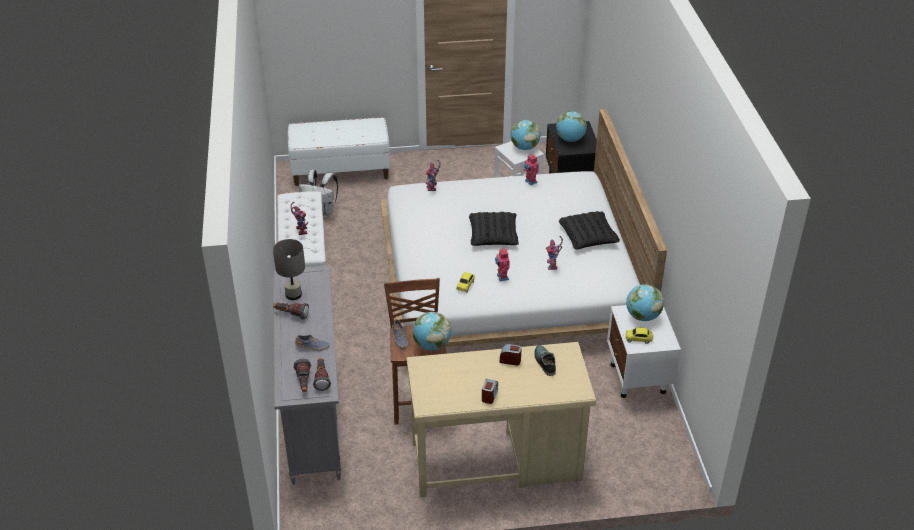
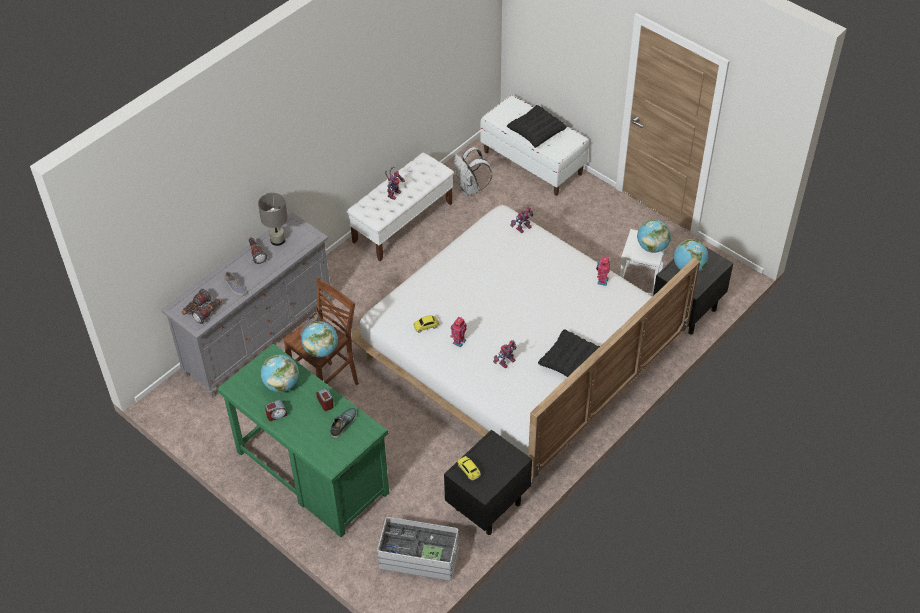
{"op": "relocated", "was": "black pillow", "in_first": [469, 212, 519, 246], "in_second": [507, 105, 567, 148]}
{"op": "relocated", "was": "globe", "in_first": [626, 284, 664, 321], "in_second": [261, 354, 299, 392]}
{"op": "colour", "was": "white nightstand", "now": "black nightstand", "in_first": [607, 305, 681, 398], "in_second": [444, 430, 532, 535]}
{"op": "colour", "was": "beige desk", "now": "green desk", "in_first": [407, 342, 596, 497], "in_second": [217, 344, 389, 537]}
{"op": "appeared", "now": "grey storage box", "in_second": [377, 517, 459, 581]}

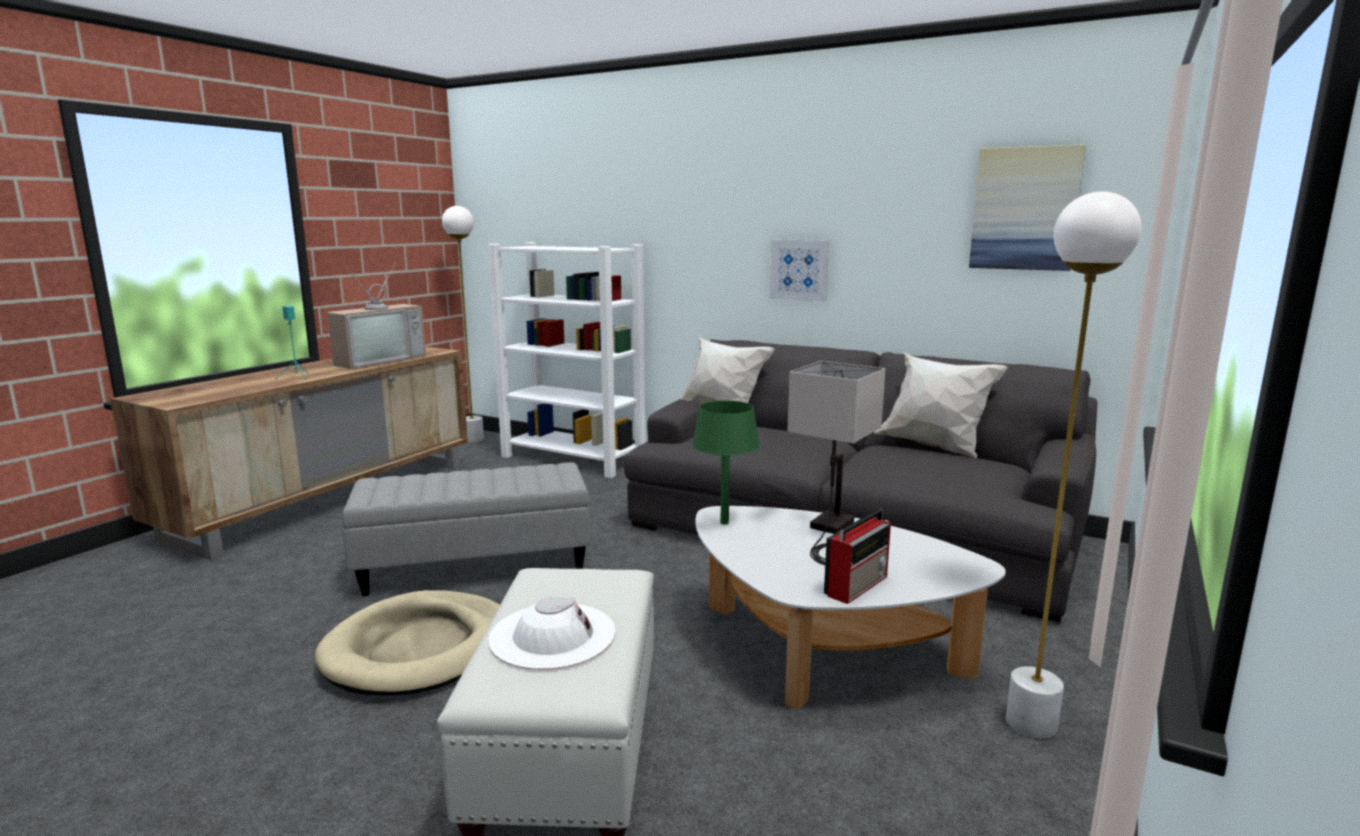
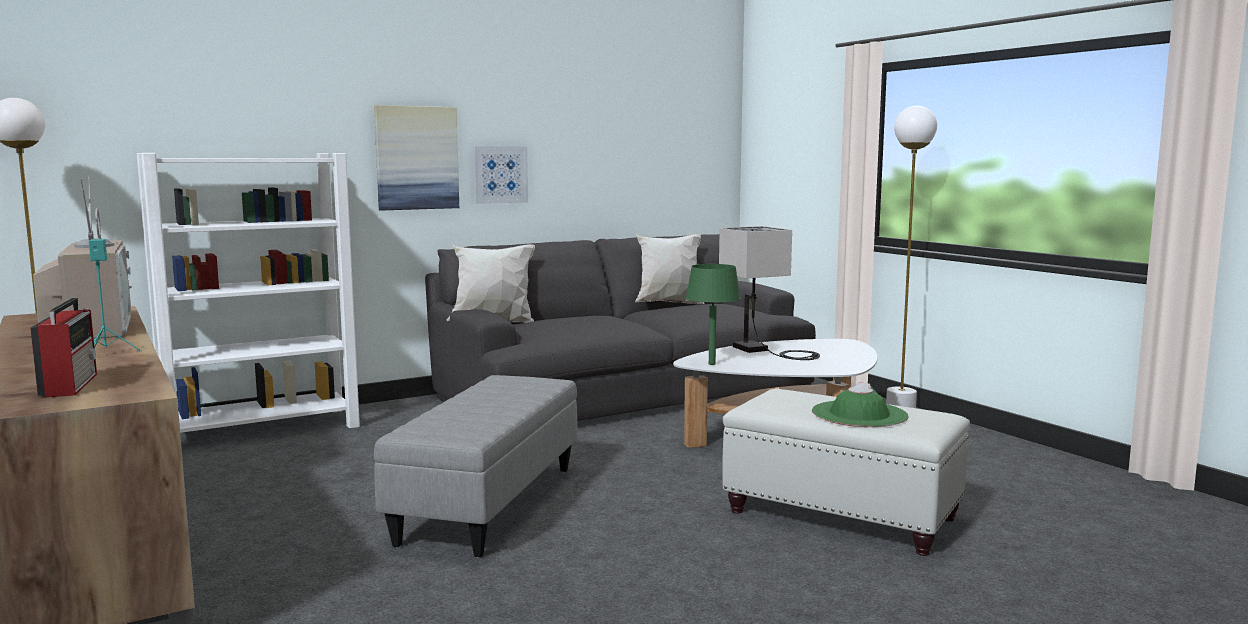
{"op": "relocated", "was": "picture", "in_first": [969, 144, 1086, 271], "in_second": [374, 105, 459, 211]}
{"op": "relocated", "was": "radio", "in_first": [824, 509, 891, 604], "in_second": [30, 298, 97, 397]}
{"op": "missing", "was": "beige dog bed", "in_first": [315, 590, 500, 696]}
{"op": "colour", "was": "white hat", "now": "green hat", "in_first": [488, 597, 616, 670], "in_second": [812, 383, 909, 427]}

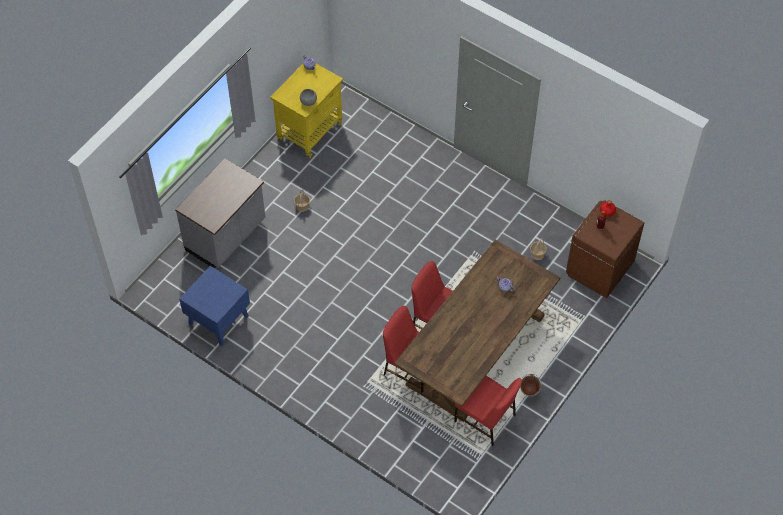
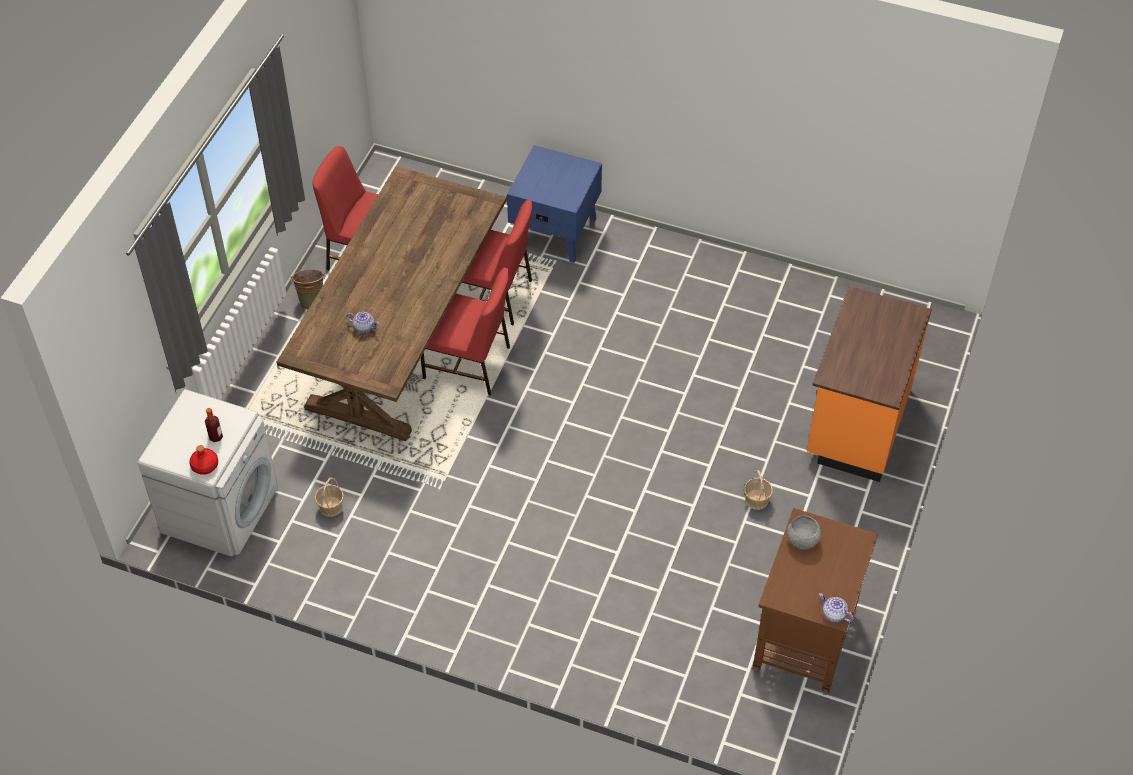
{"op": "colour", "was": "yellow cart", "now": "brown cart", "in_first": [270, 64, 343, 158], "in_second": [752, 508, 878, 695]}
{"op": "colour", "was": "grey counter", "now": "orange counter", "in_first": [175, 158, 265, 268], "in_second": [807, 286, 932, 482]}
{"op": "colour", "was": "brown washing machine", "now": "white washing machine", "in_first": [566, 200, 645, 298], "in_second": [138, 389, 278, 556]}
{"op": "relocated", "was": "blue nightstand", "in_first": [179, 266, 250, 346], "in_second": [507, 145, 602, 263]}

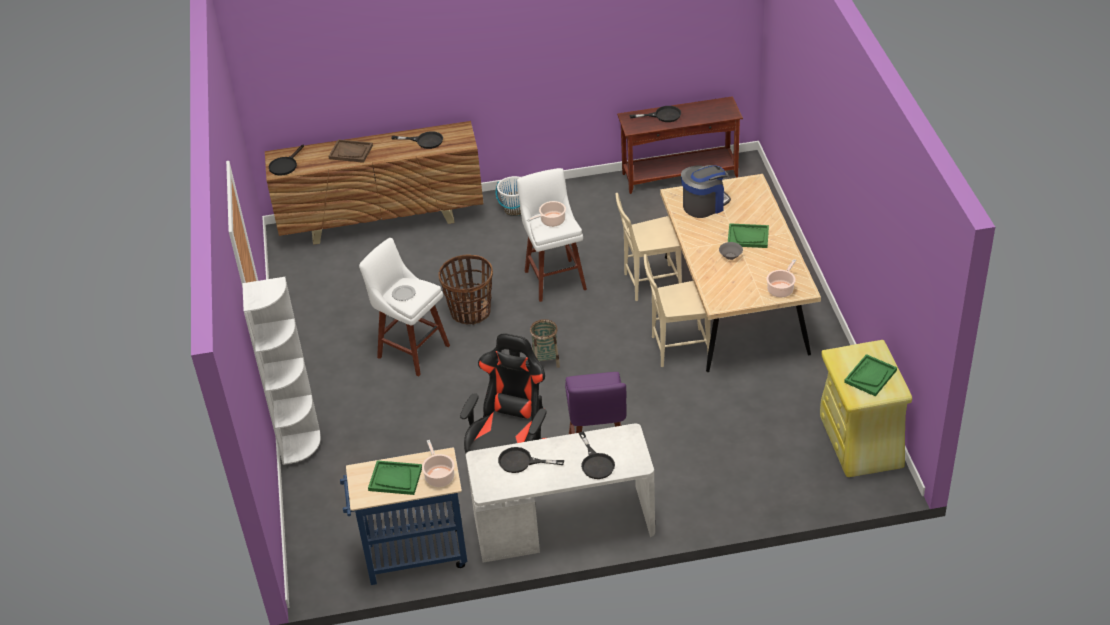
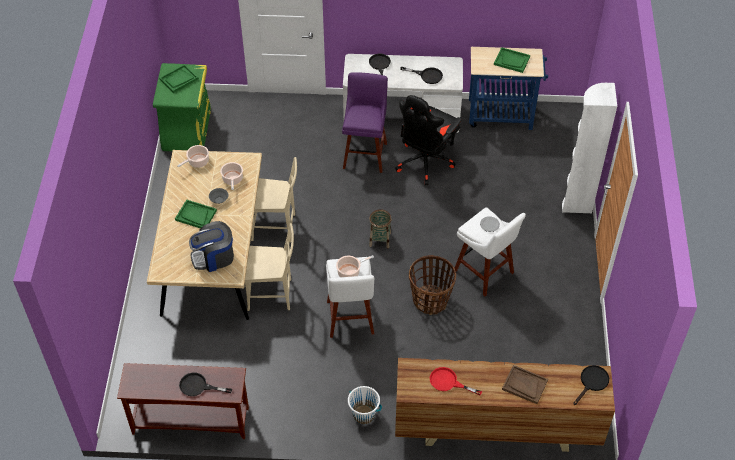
{"op": "colour", "was": "black frying pan", "now": "red frying pan", "in_first": [391, 131, 443, 149], "in_second": [430, 367, 482, 395]}
{"op": "colour", "was": "yellow nightstand", "now": "green nightstand", "in_first": [820, 340, 912, 477], "in_second": [153, 63, 211, 151]}
{"op": "relocated", "was": "cooking pot", "in_first": [422, 440, 455, 487], "in_second": [220, 162, 243, 190]}

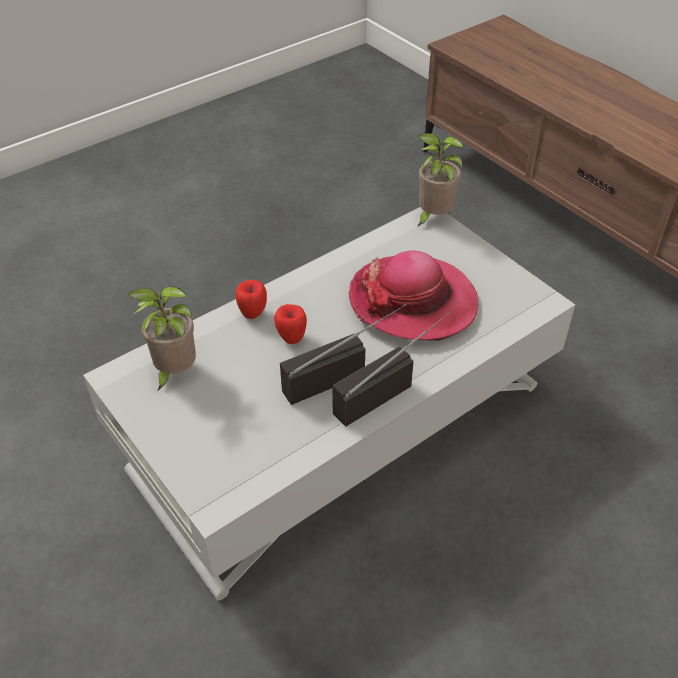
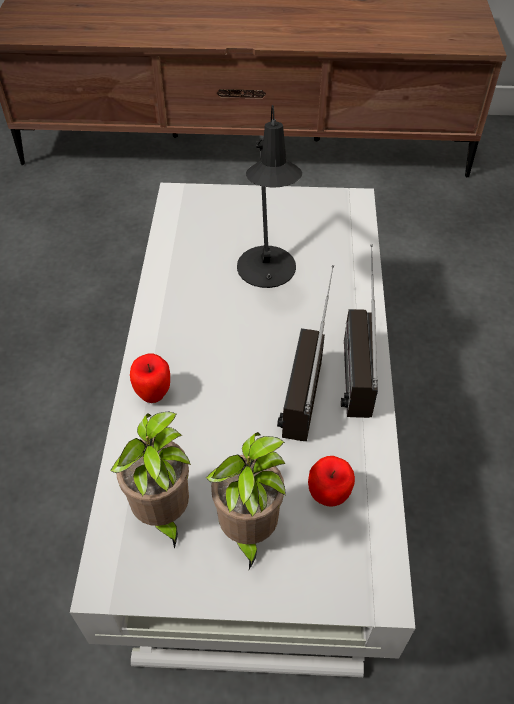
{"op": "relocated", "was": "potted plant", "in_first": [417, 133, 463, 227], "in_second": [206, 432, 286, 570]}
{"op": "exchanged", "was": "hat", "now": "black table lamp", "in_first": [349, 251, 478, 341], "in_second": [237, 105, 302, 288]}
{"op": "relocated", "was": "apple", "in_first": [274, 304, 307, 344], "in_second": [308, 456, 355, 507]}

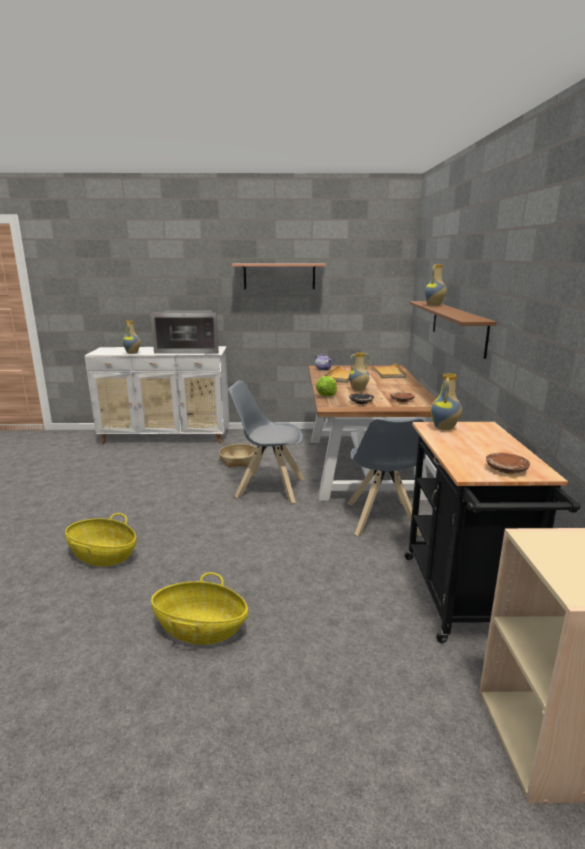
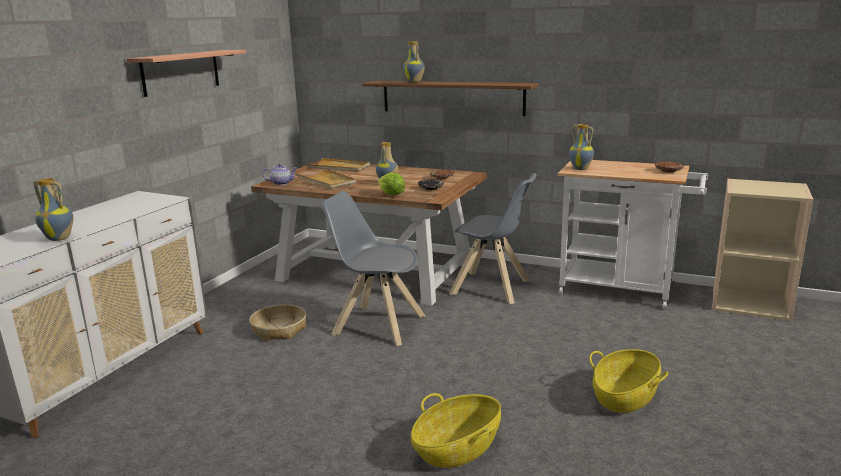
{"op": "missing", "was": "microwave", "in_first": [150, 310, 219, 354]}
{"op": "spun", "was": "grey chair", "in_first": [228, 380, 305, 503], "in_second": [321, 191, 425, 346], "clockwise": 75}
{"op": "colour", "was": "black cart", "now": "white cart", "in_first": [405, 422, 580, 643], "in_second": [558, 160, 708, 309]}

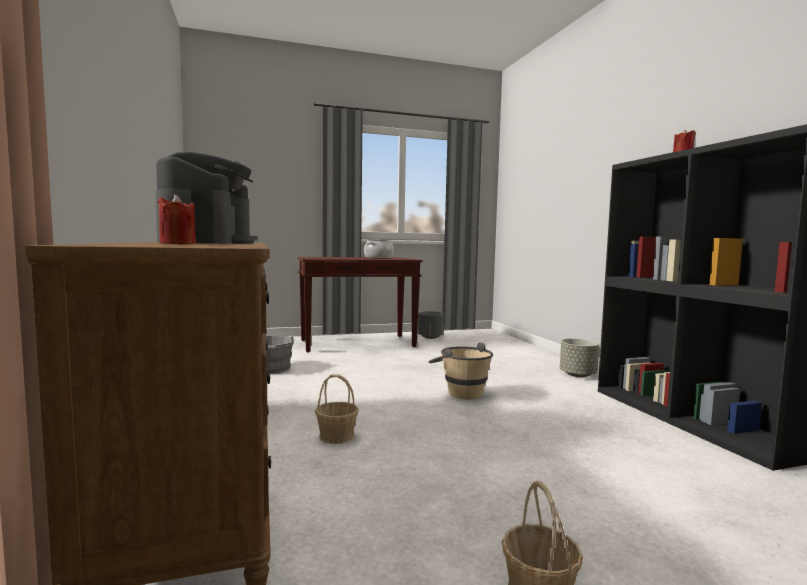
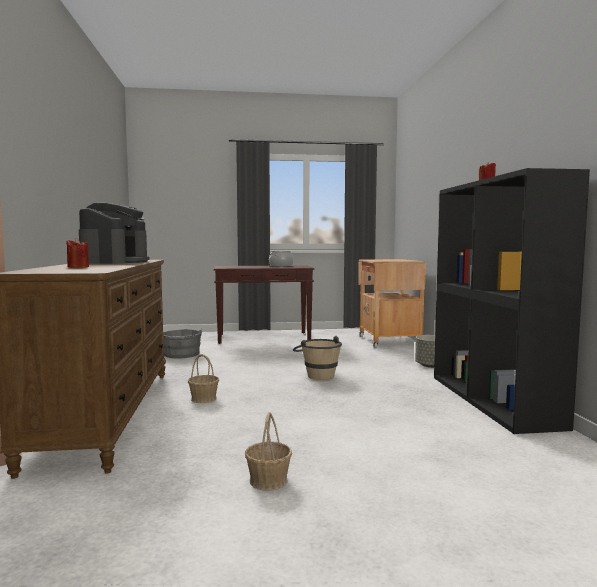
{"op": "missing", "was": "grey planter", "in_first": [418, 311, 444, 339]}
{"op": "appeared", "now": "brown cart", "in_second": [358, 259, 426, 348]}

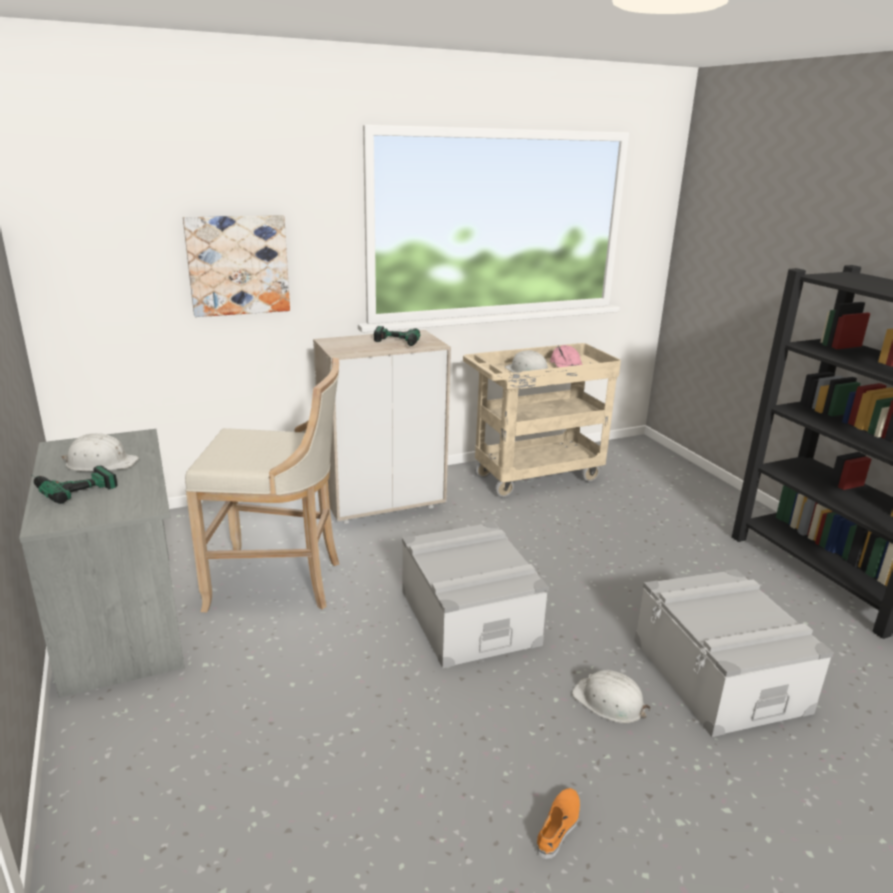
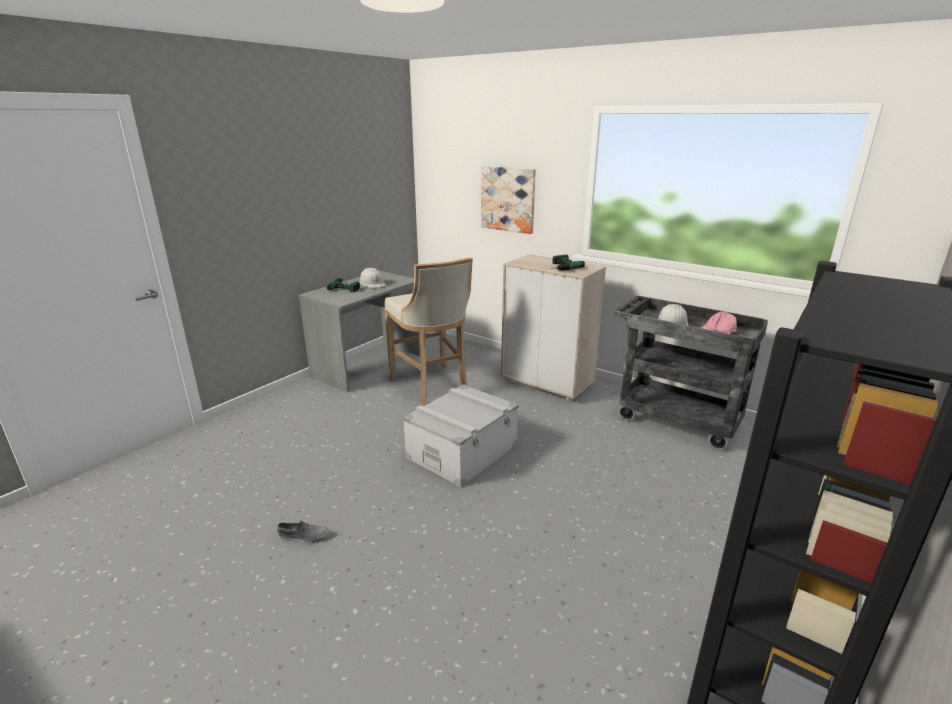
{"op": "colour", "was": "beige cart", "now": "black cart", "in_first": [463, 343, 621, 497], "in_second": [614, 296, 768, 450]}
{"op": "missing", "was": "grey storage box", "in_first": [634, 569, 834, 737]}
{"op": "missing", "was": "white hard hat", "in_first": [572, 670, 651, 723]}
{"op": "colour", "was": "orange shoe", "now": "grey shoe", "in_first": [536, 788, 580, 859], "in_second": [277, 520, 331, 544]}

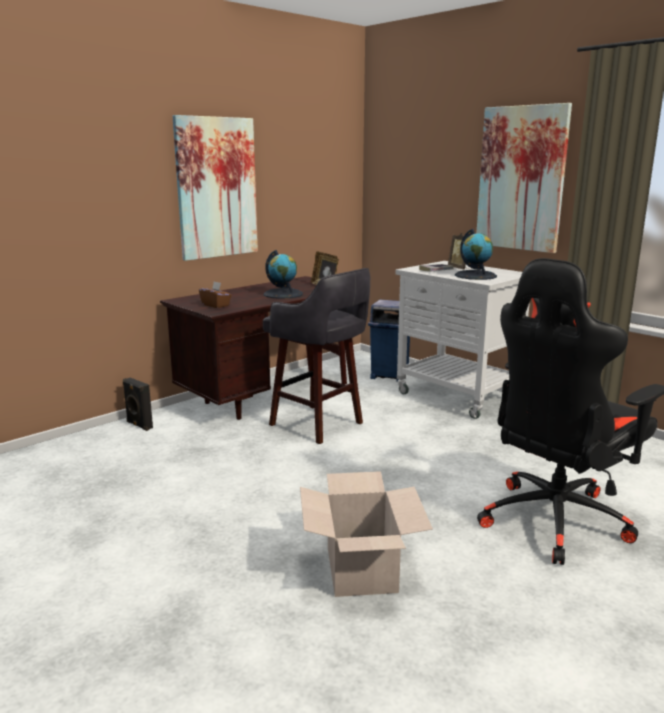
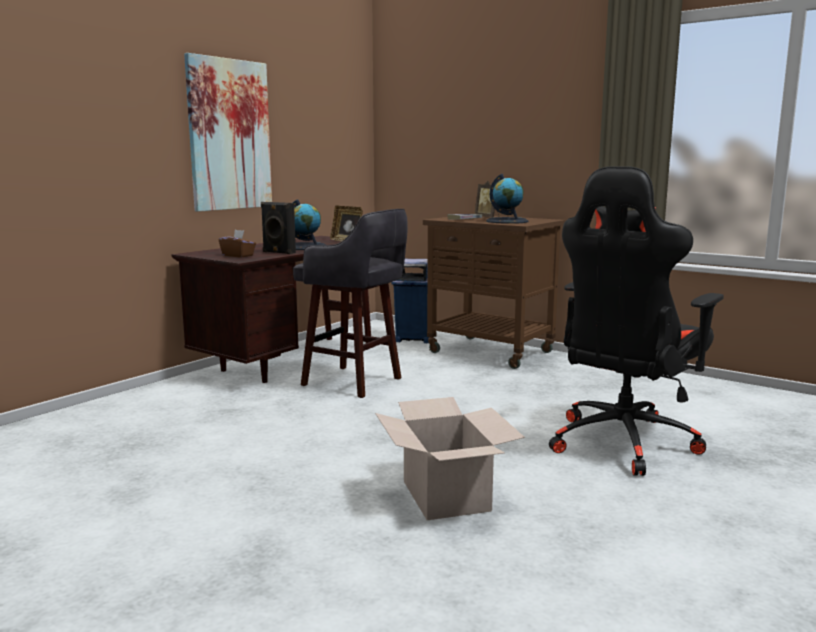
{"op": "missing", "was": "picture", "in_first": [477, 103, 572, 253]}
{"op": "colour", "was": "white cart", "now": "brown cart", "in_first": [395, 261, 530, 419], "in_second": [423, 216, 565, 369]}
{"op": "relocated", "was": "black speaker", "in_first": [123, 378, 153, 431], "in_second": [261, 202, 296, 254]}

